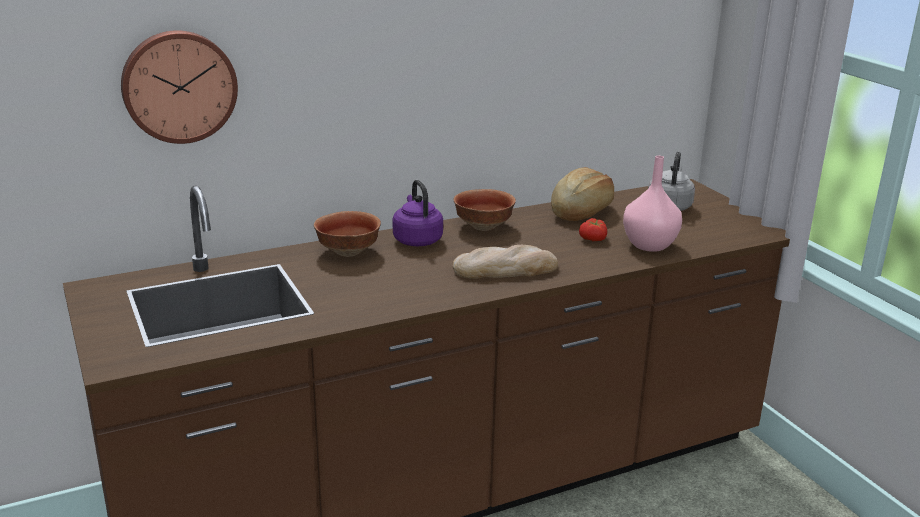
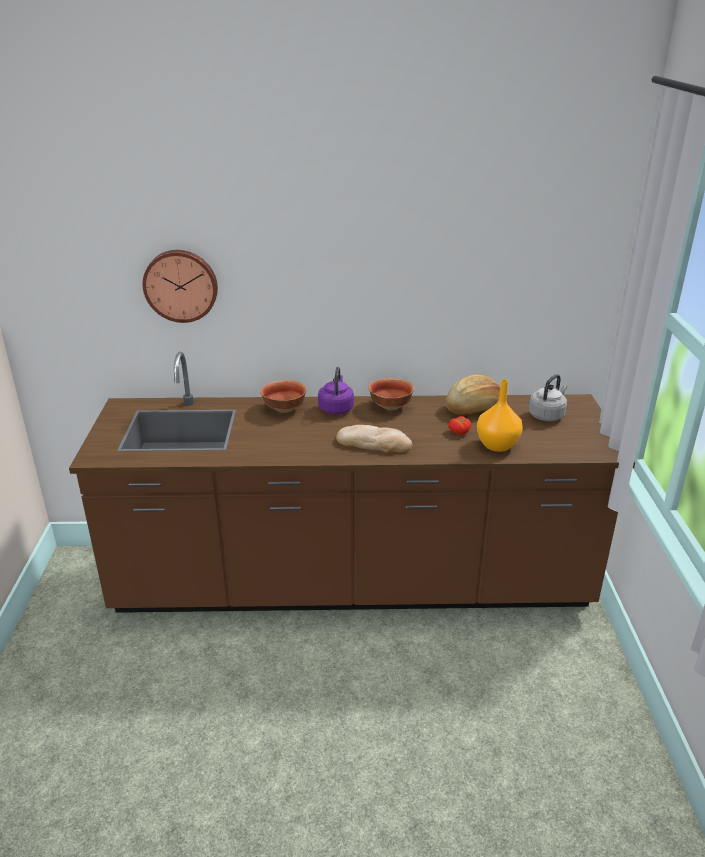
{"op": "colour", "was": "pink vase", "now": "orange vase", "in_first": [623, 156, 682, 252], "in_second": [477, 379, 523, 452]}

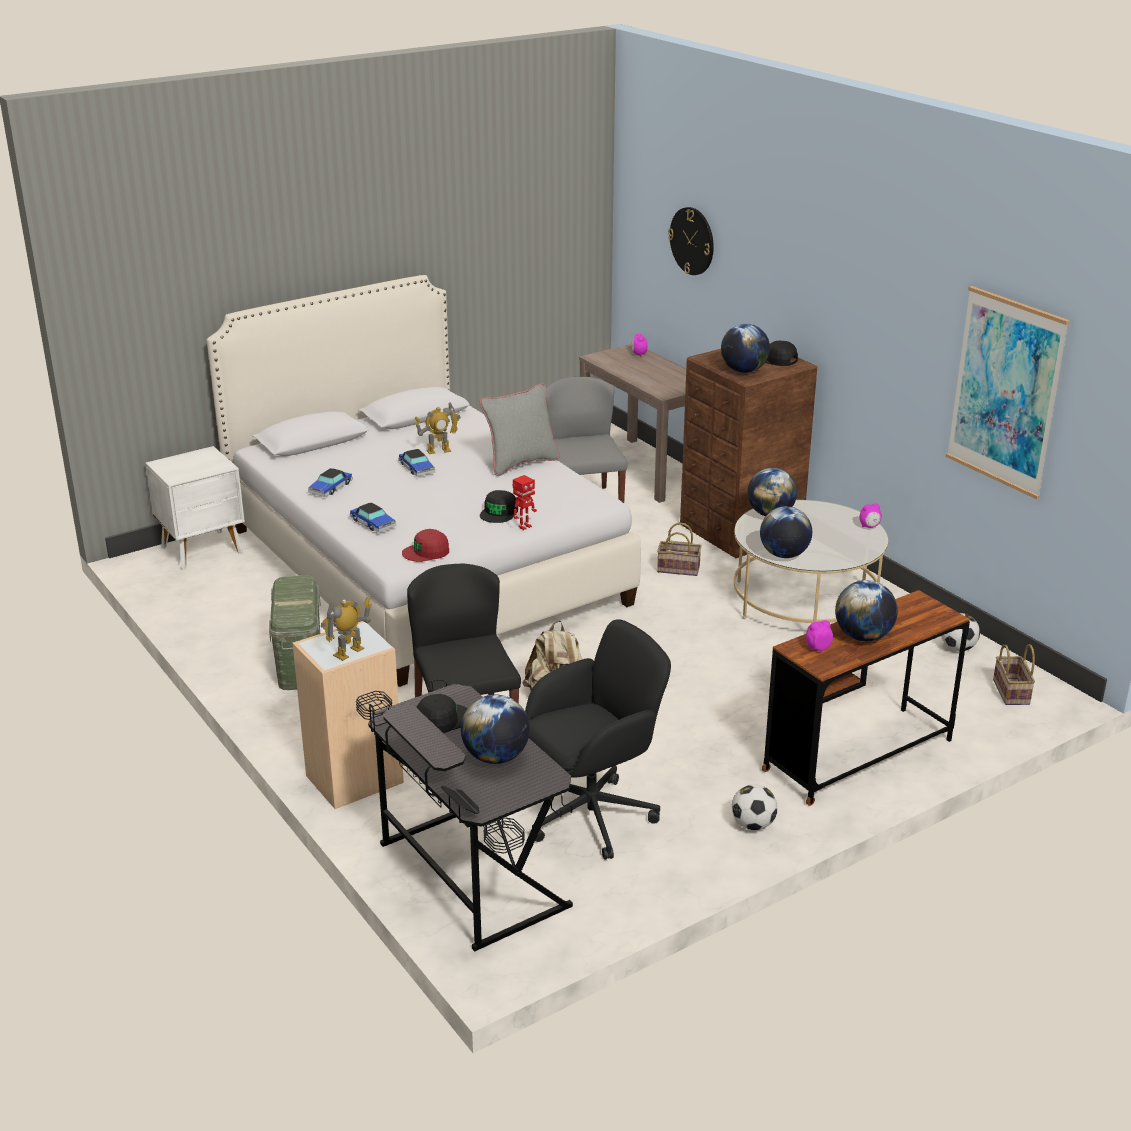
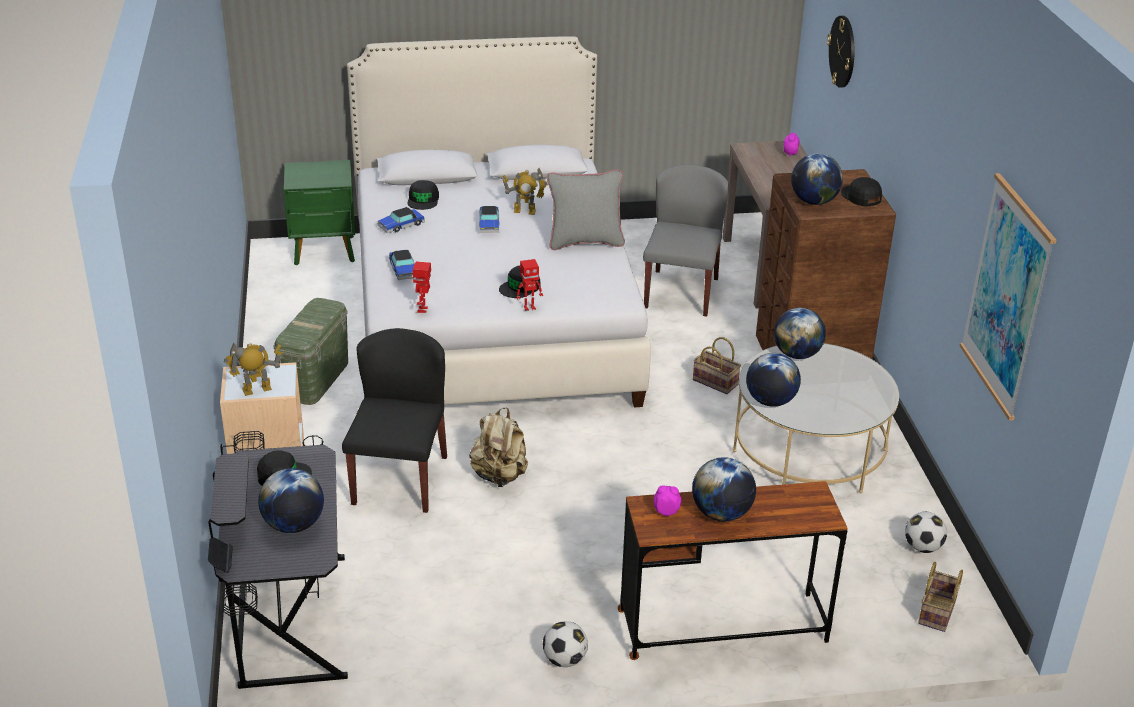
{"op": "colour", "was": "white nightstand", "now": "green nightstand", "in_first": [145, 446, 245, 570], "in_second": [284, 160, 355, 265]}
{"op": "missing", "was": "alarm clock", "in_first": [859, 503, 882, 528]}
{"op": "exchanged", "was": "red cap", "now": "toy robot", "in_first": [402, 529, 449, 562], "in_second": [413, 262, 431, 313]}
{"op": "missing", "was": "black office chair", "in_first": [525, 619, 671, 860]}
{"op": "appeared", "now": "black cap", "in_second": [408, 180, 439, 210]}

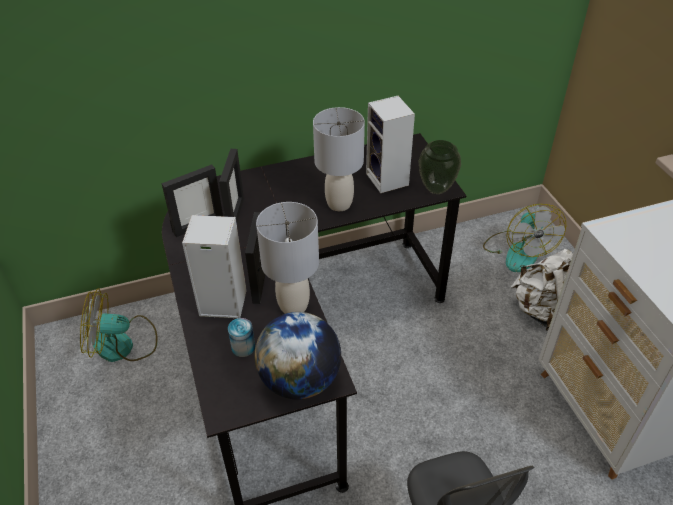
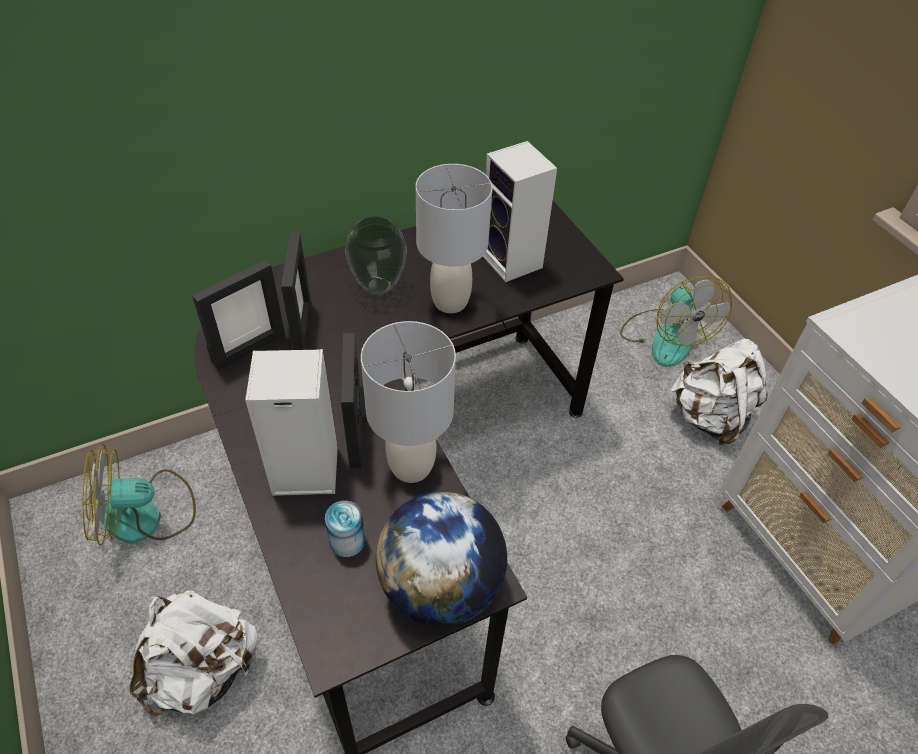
{"op": "relocated", "was": "vase", "in_first": [419, 140, 461, 194], "in_second": [345, 217, 407, 294]}
{"op": "appeared", "now": "white backpack", "in_second": [130, 590, 258, 716]}

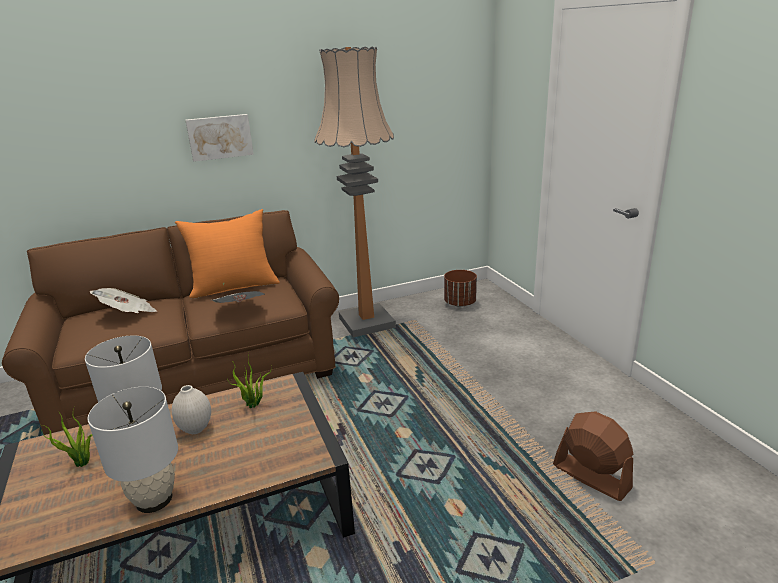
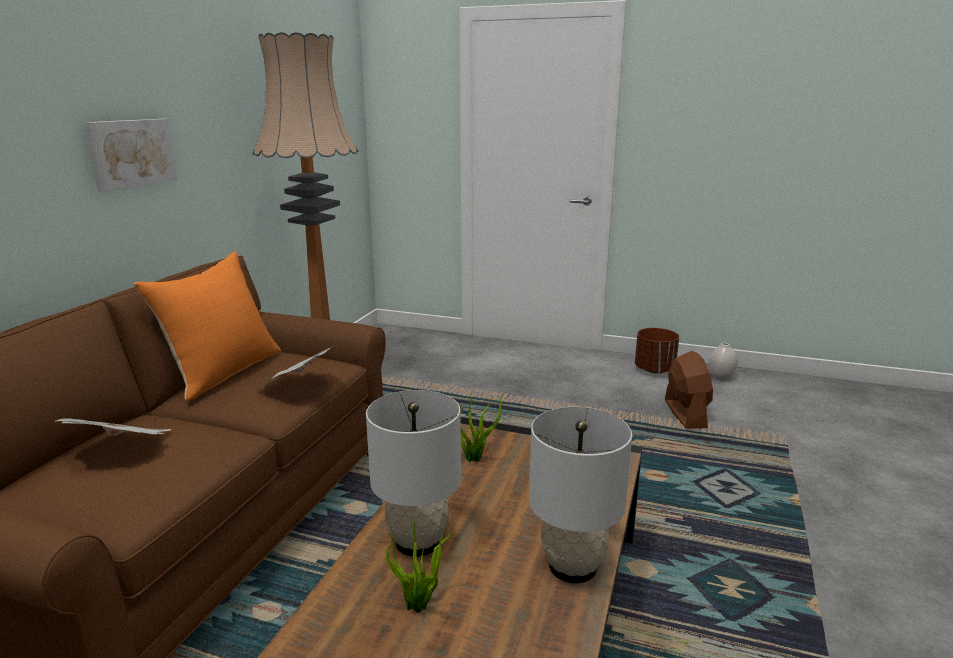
{"op": "relocated", "was": "brown planter", "in_first": [444, 270, 477, 307], "in_second": [635, 328, 679, 374]}
{"op": "relocated", "was": "white vase", "in_first": [172, 385, 211, 434], "in_second": [709, 342, 737, 380]}
{"op": "spun", "was": "brown fan", "in_first": [553, 411, 633, 501], "in_second": [665, 351, 713, 429], "clockwise": 90}

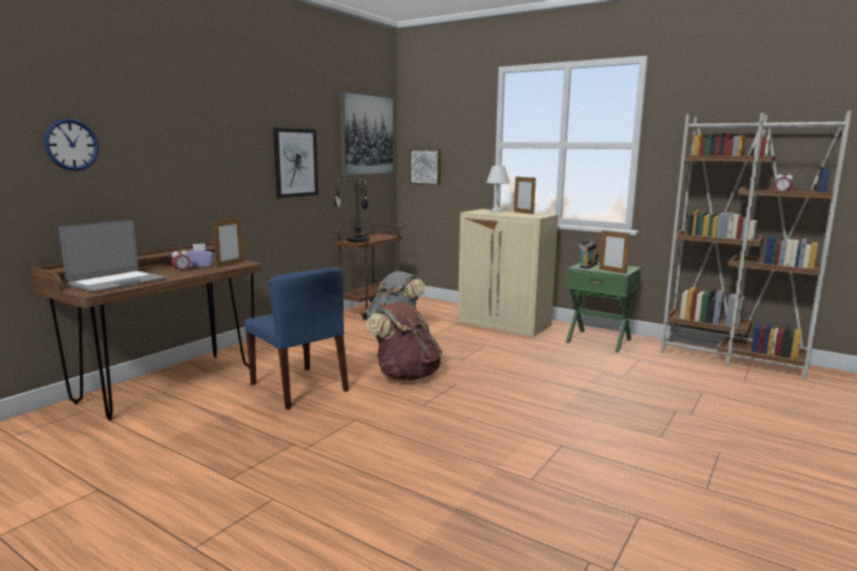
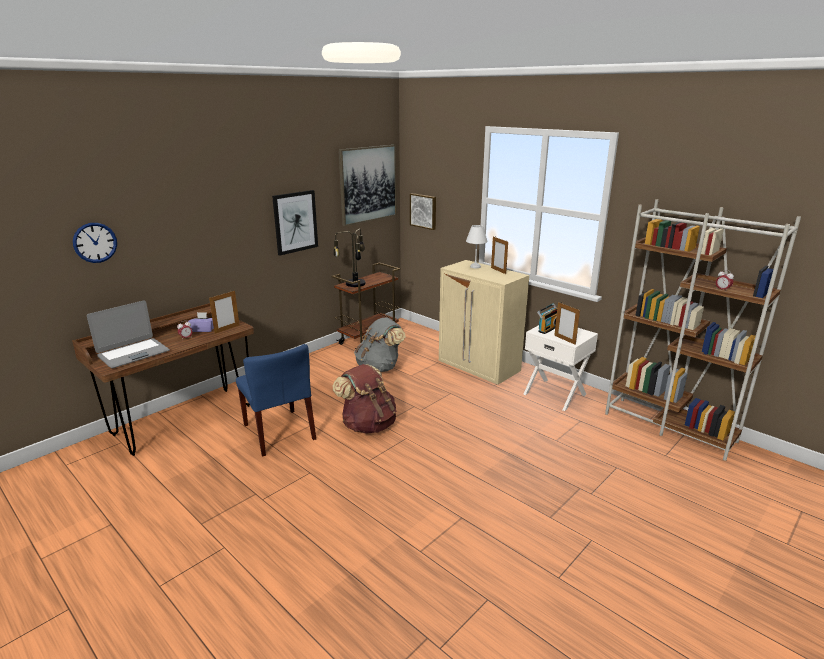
{"op": "colour", "was": "green nightstand", "now": "white nightstand", "in_first": [566, 262, 642, 353], "in_second": [524, 325, 598, 411]}

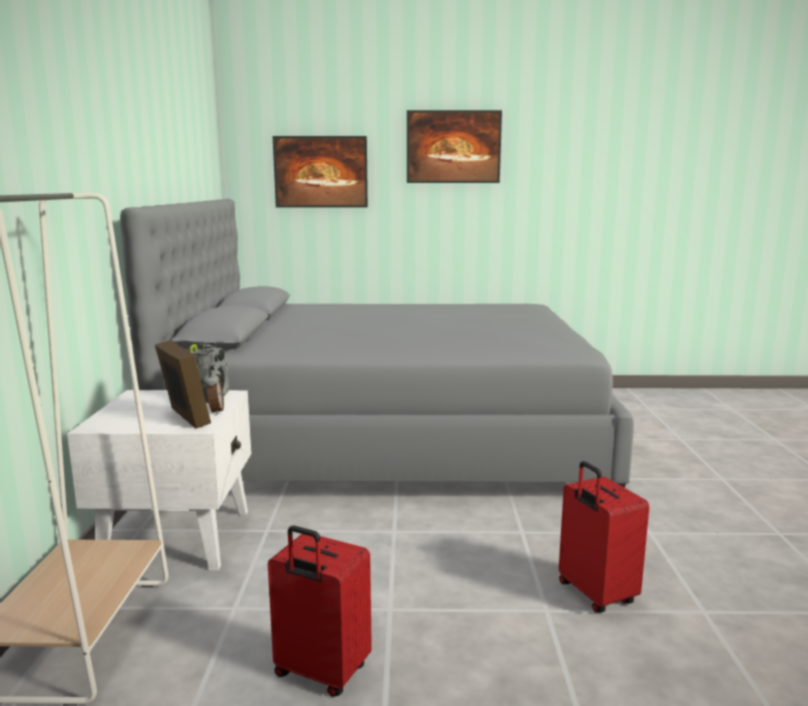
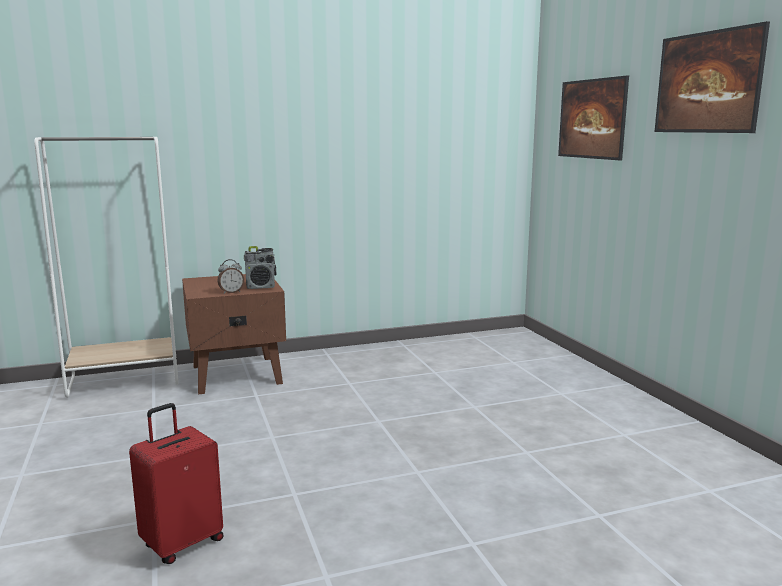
{"op": "missing", "was": "grey bed", "in_first": [120, 199, 634, 488]}
{"op": "missing", "was": "picture frame", "in_first": [155, 340, 211, 428]}
{"op": "colour", "was": "white nightstand", "now": "brown nightstand", "in_first": [67, 390, 251, 570], "in_second": [182, 274, 286, 395]}
{"op": "missing", "was": "red suitcase", "in_first": [268, 526, 372, 697]}

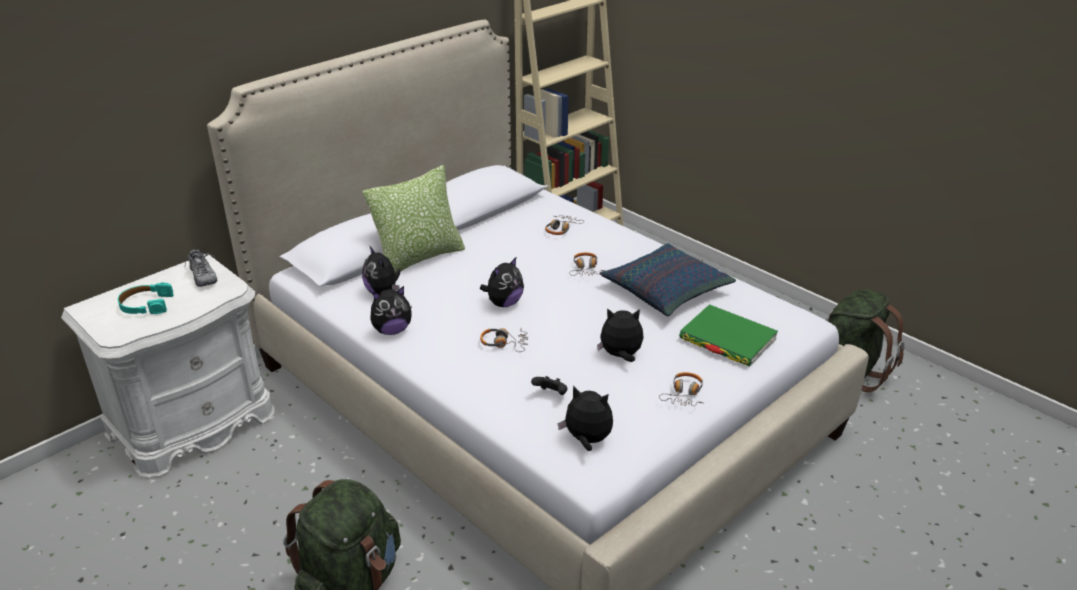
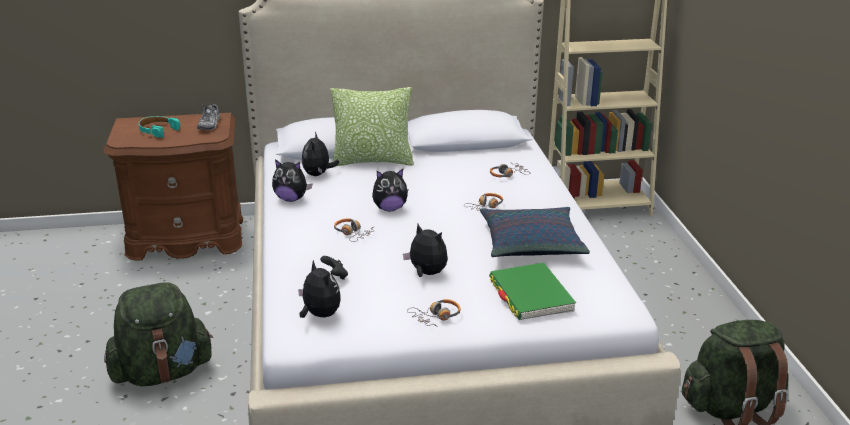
{"op": "colour", "was": "white nightstand", "now": "brown nightstand", "in_first": [61, 253, 275, 477], "in_second": [103, 113, 243, 261]}

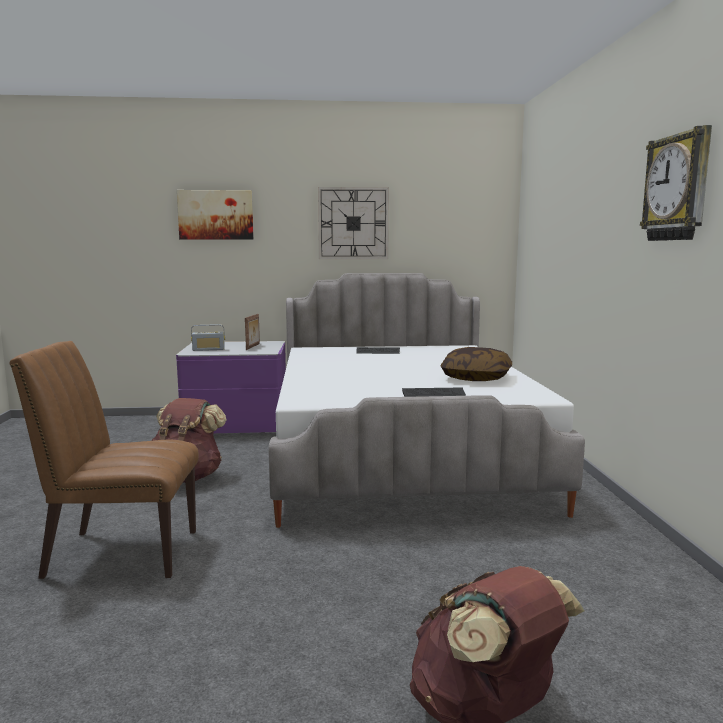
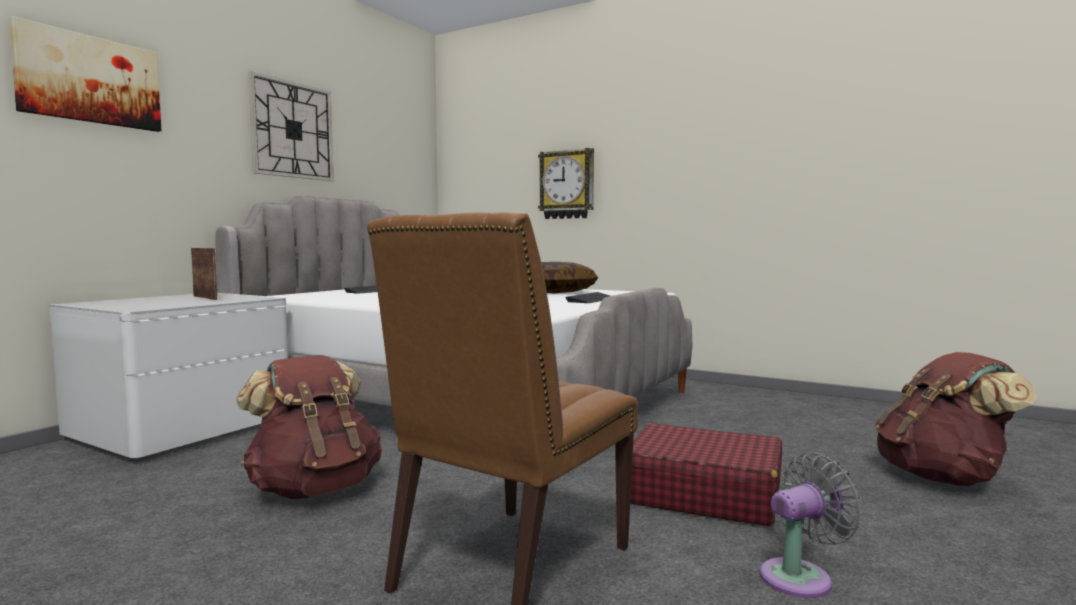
{"op": "relocated", "was": "wall clock", "in_first": [640, 125, 712, 241], "in_second": [538, 148, 594, 219]}
{"op": "missing", "was": "radio", "in_first": [191, 324, 225, 351]}
{"op": "colour", "was": "purple nightstand", "now": "white nightstand", "in_first": [176, 341, 286, 433], "in_second": [49, 293, 288, 459]}
{"op": "appeared", "now": "red suitcase", "in_second": [630, 423, 782, 526]}
{"op": "appeared", "now": "grey fan", "in_second": [760, 452, 863, 598]}

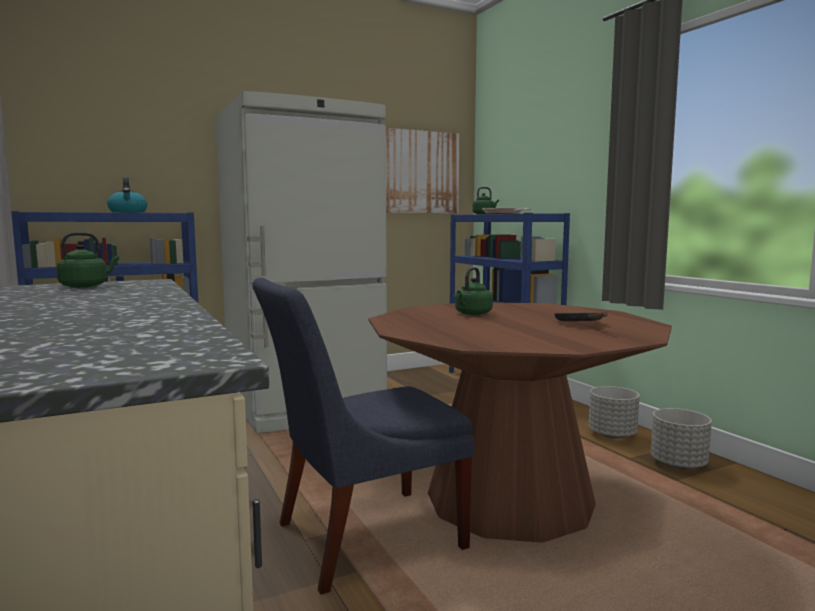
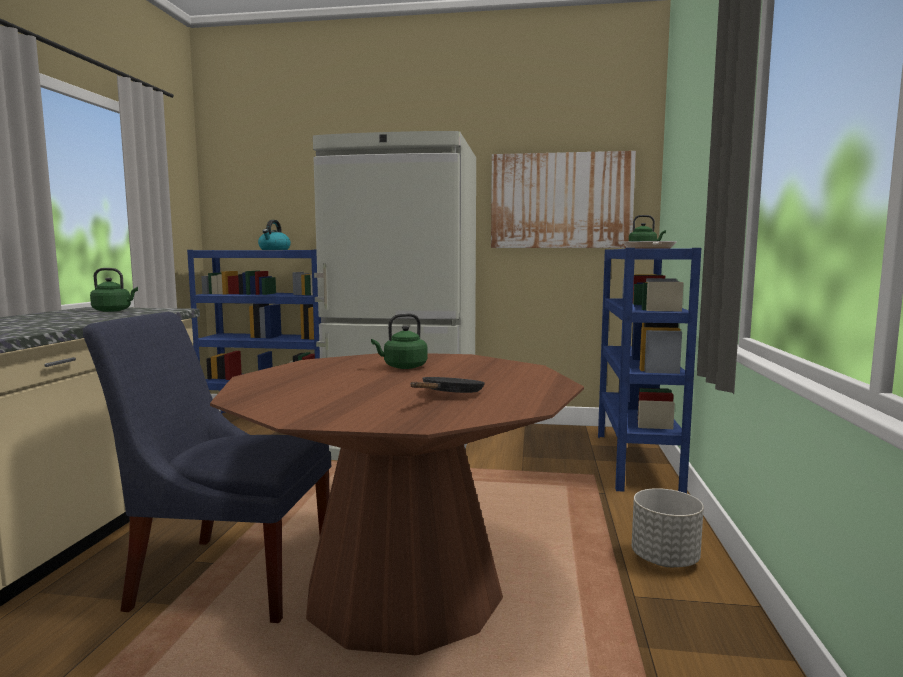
{"op": "missing", "was": "grey planter", "in_first": [651, 408, 712, 469]}

